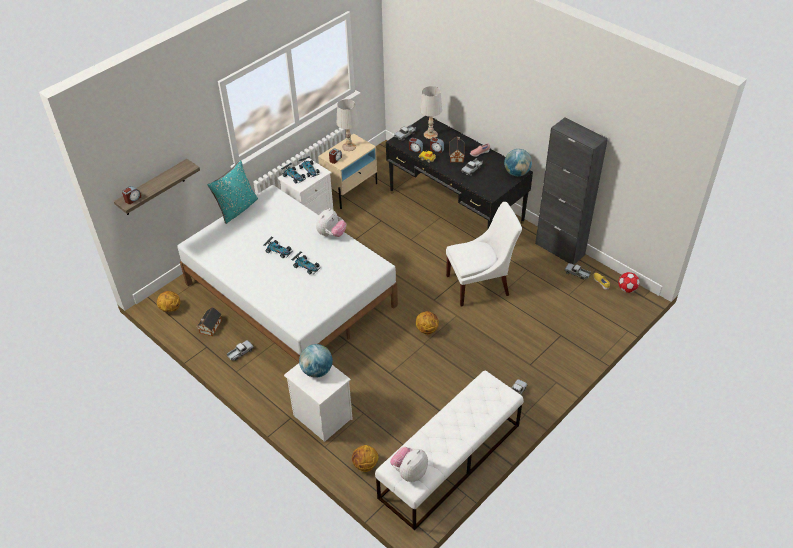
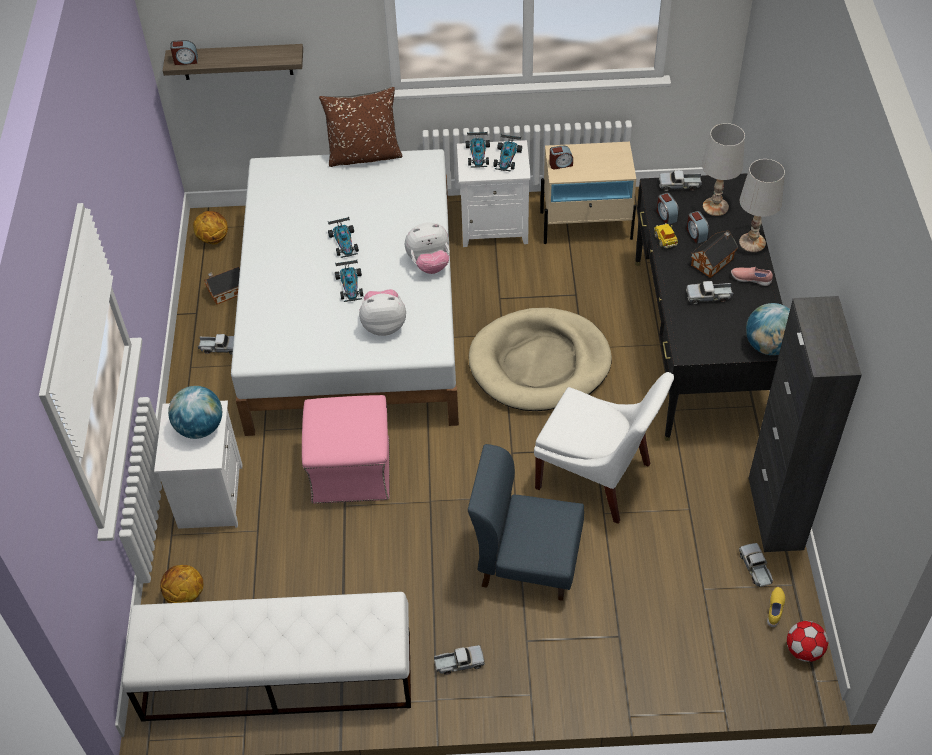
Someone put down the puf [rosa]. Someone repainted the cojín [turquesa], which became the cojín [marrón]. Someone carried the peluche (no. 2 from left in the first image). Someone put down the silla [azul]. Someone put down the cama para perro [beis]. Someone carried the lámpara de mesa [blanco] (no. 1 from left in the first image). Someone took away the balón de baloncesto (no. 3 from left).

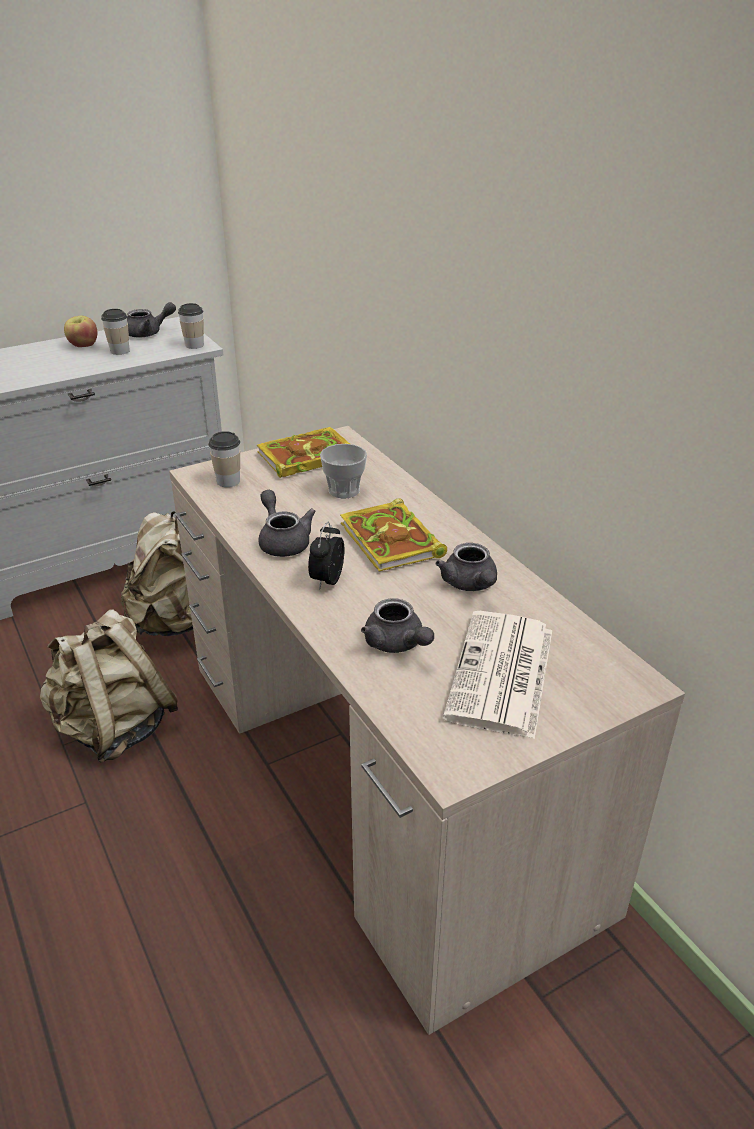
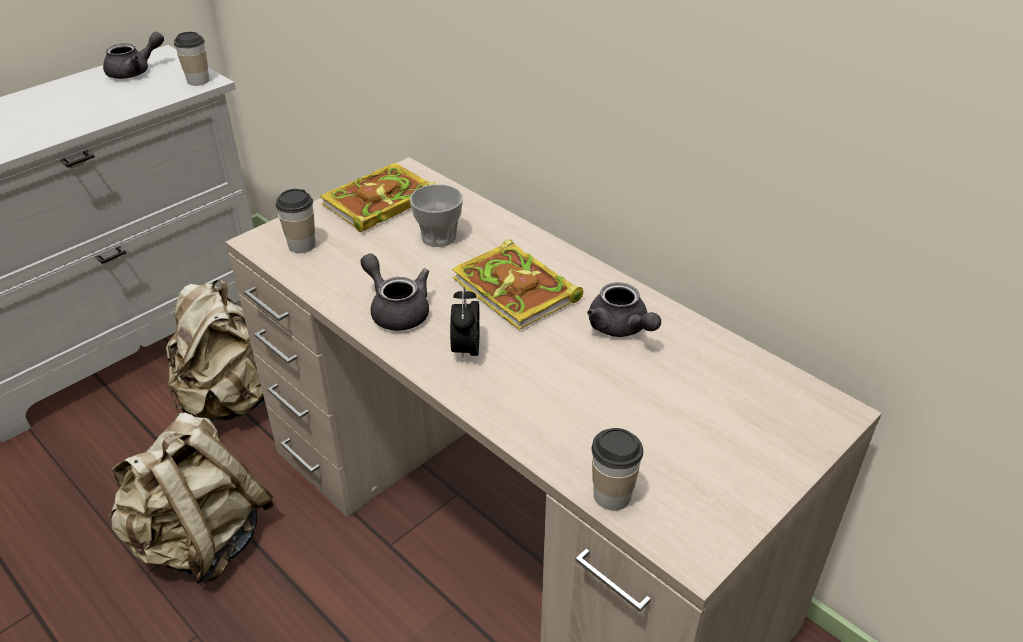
Someone carried the taza (no. 1 from left in the first image). Someone took away the manzana. Someone took away the tetera [gris] (no. 3 from left). Someone took away the periódico.

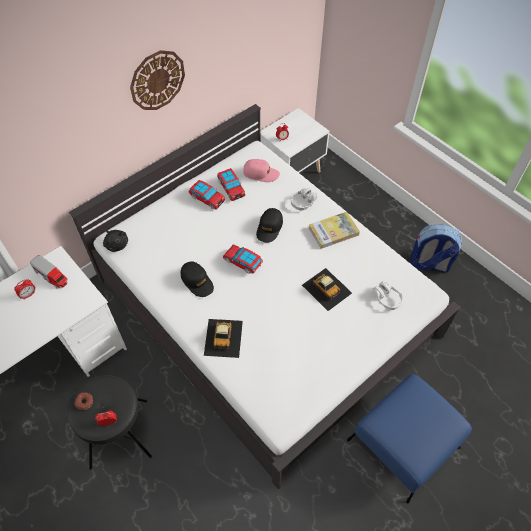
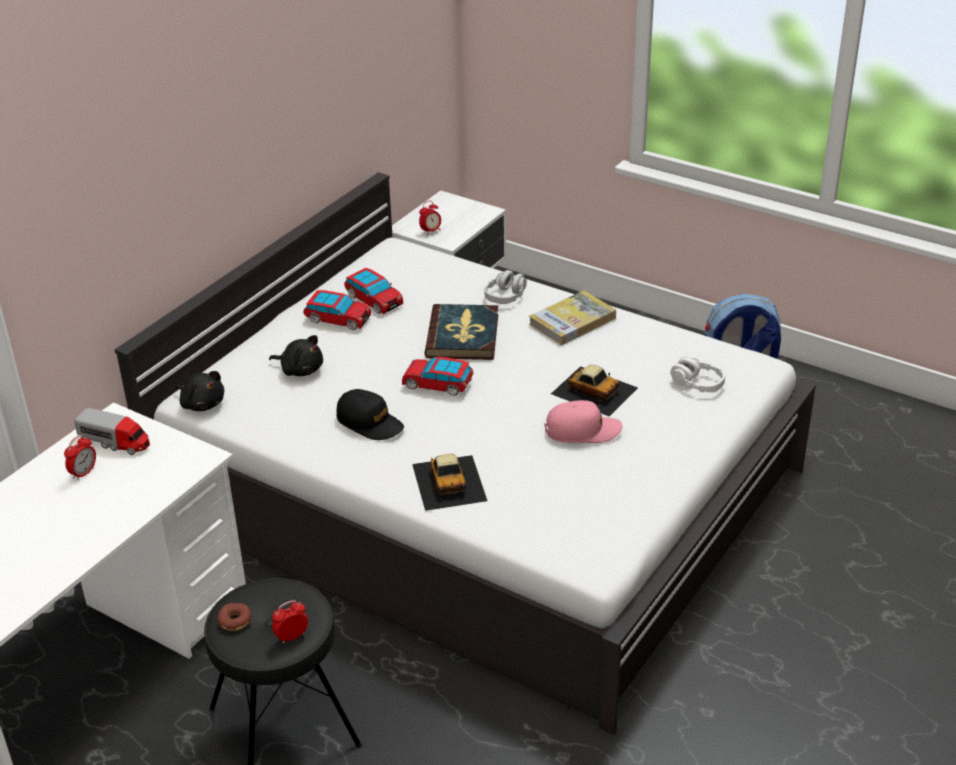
Someone put down the peluche [negro] (no. 2 from left). Someone swapped the gorra [negro] (no. 2 from left) for the libro (no. 1 from left). Someone carried the gorra [rosa]. Someone took away the reloj de pared. Someone took away the puf [azul].

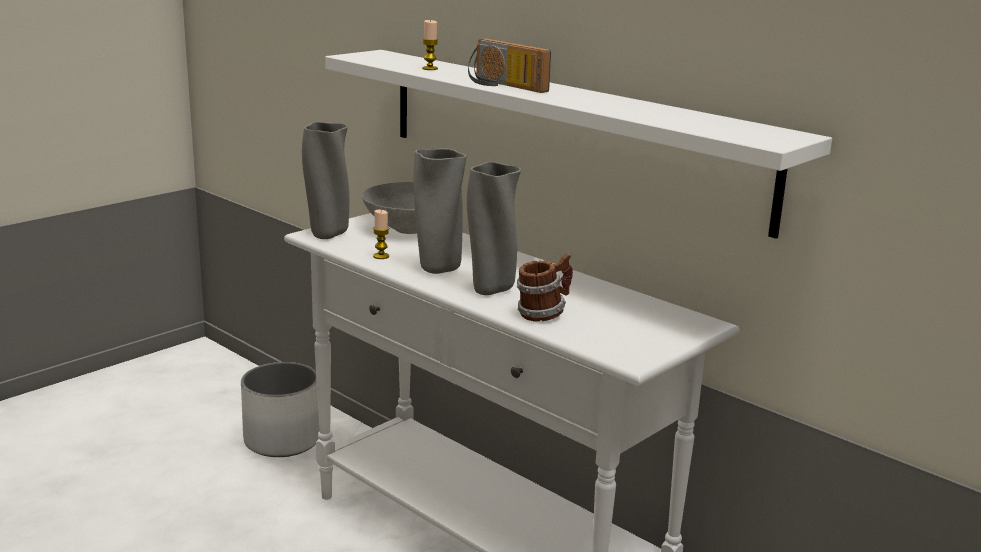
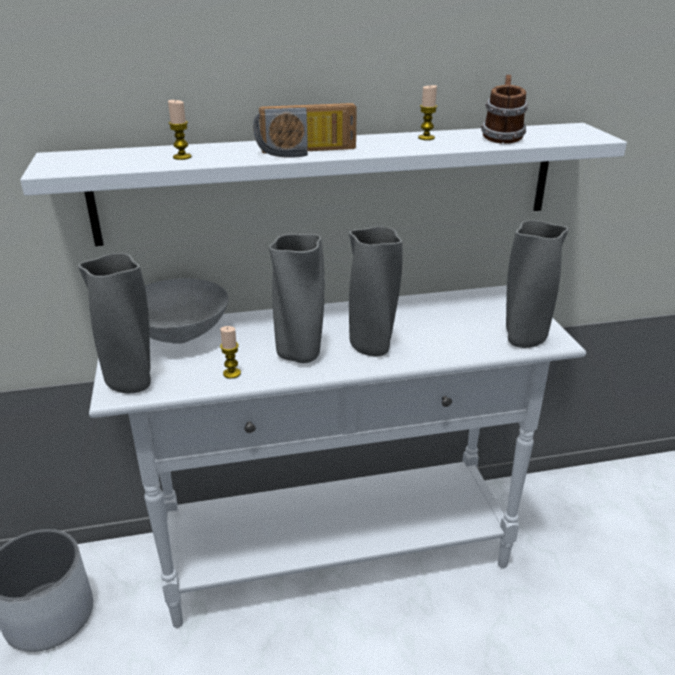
Someone put down the vela (no. 3 from left). Someone carried the taza grande. Someone put down the florero [gris] (no. 4 from left).

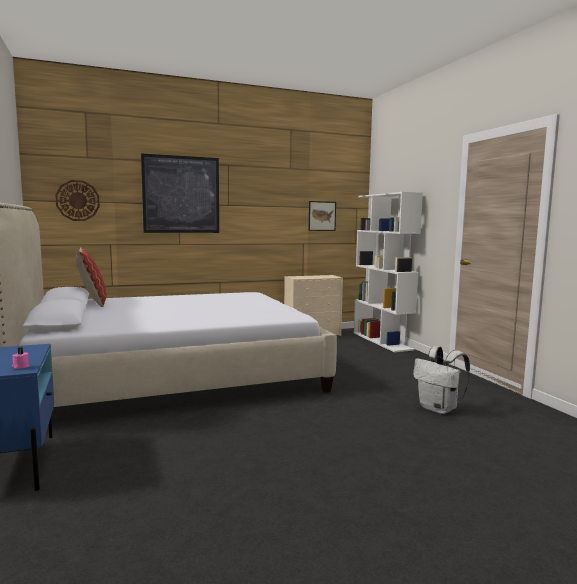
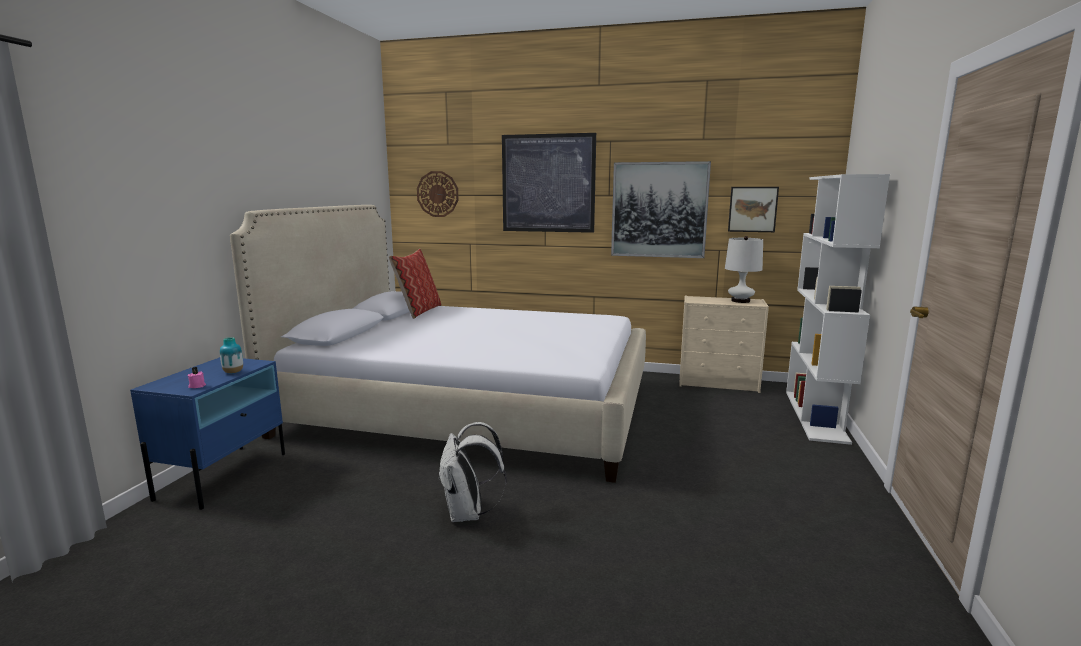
Someone put down the florero. Someone carried the mochila [blanco]. Someone put up the cuadro (no. 2 from left). Someone put down the lámpara de mesa [blanco].

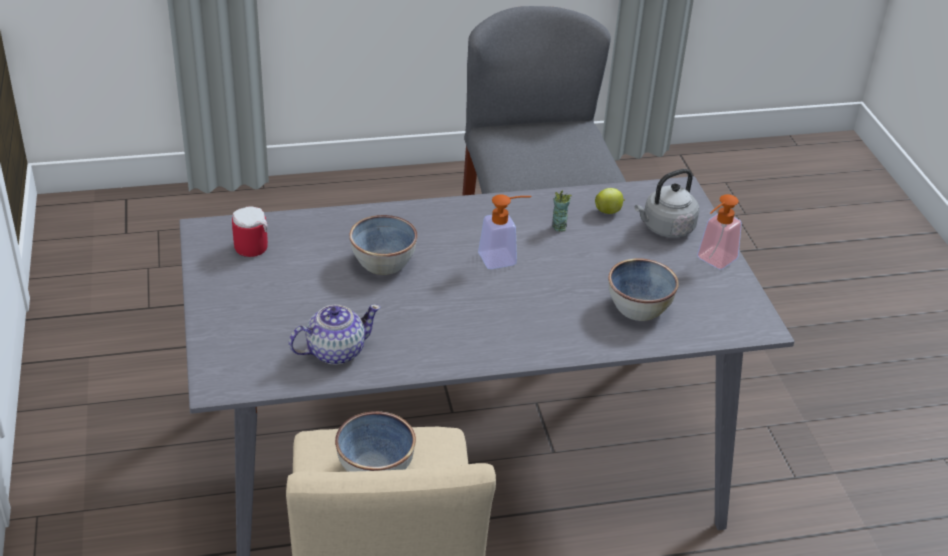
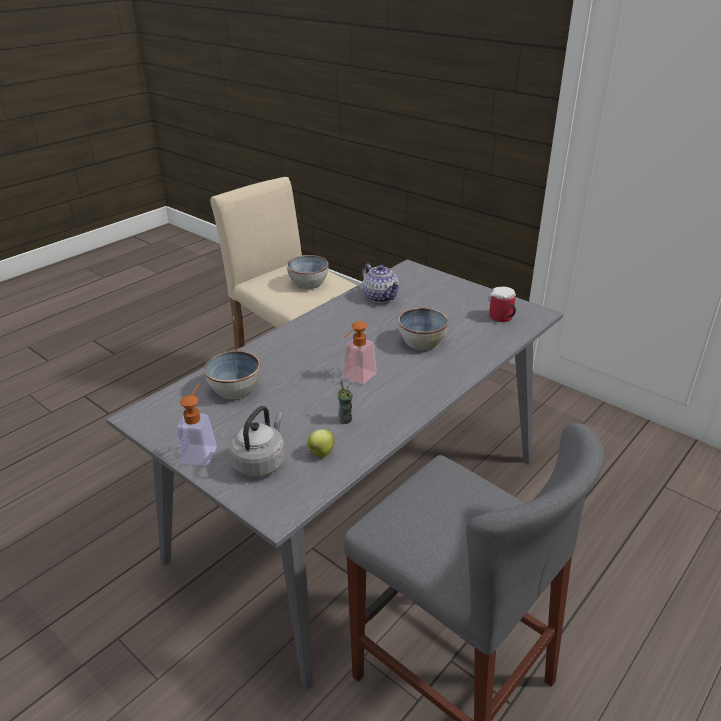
Someone rotated the tetera by 60 degrees counterclockwise.

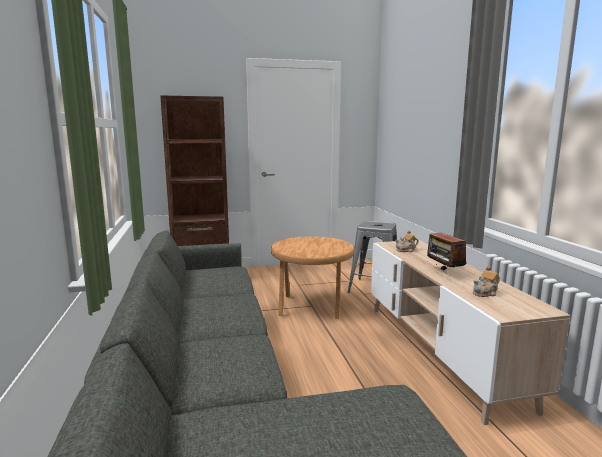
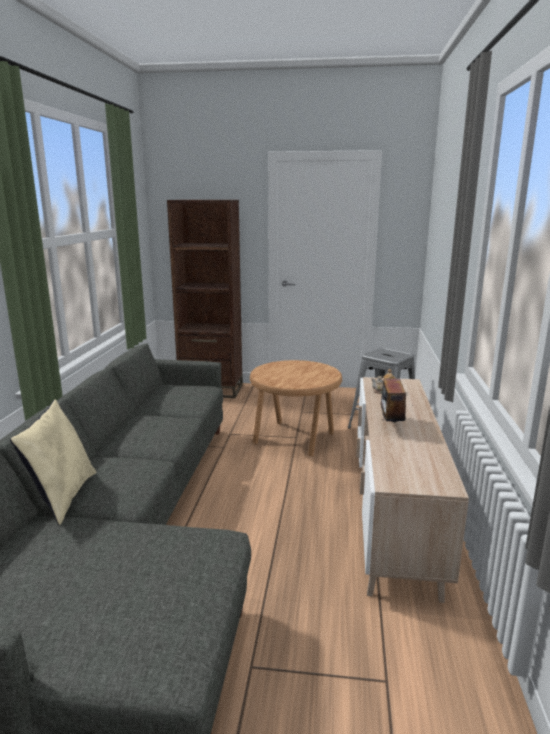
Someone put down the cojín [beis]. Someone took away the tetera (no. 2 from left).

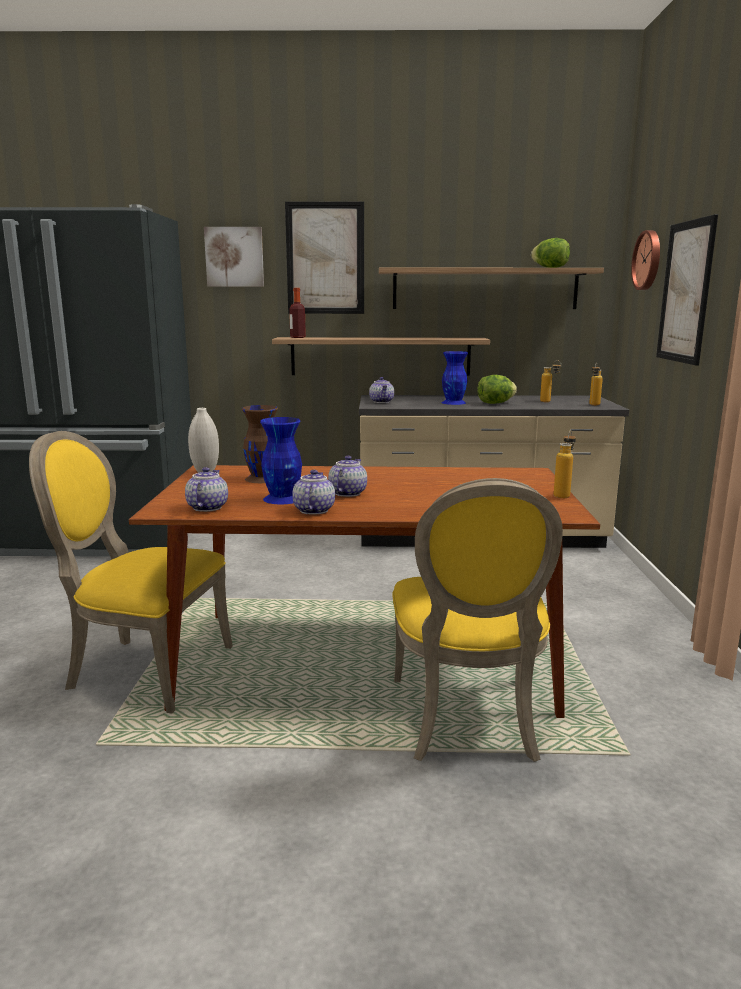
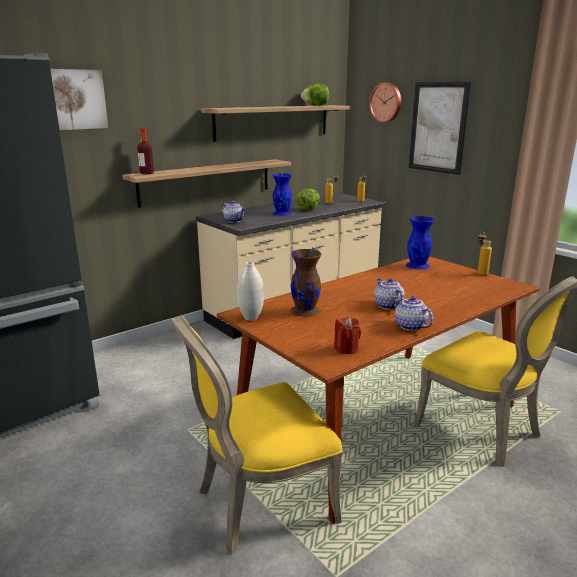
Someone swapped the tetera (no. 1 from left) for the vela [rojo]. Someone carried the florero [azul] (no. 1 from left in the first image). Someone took away the cuadro (no. 2 from left).

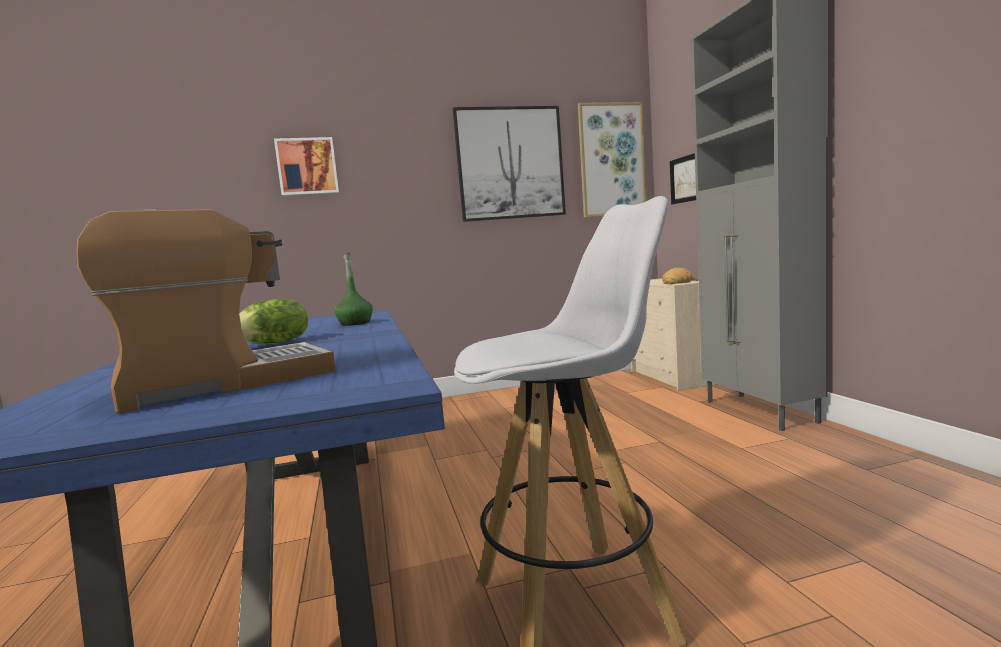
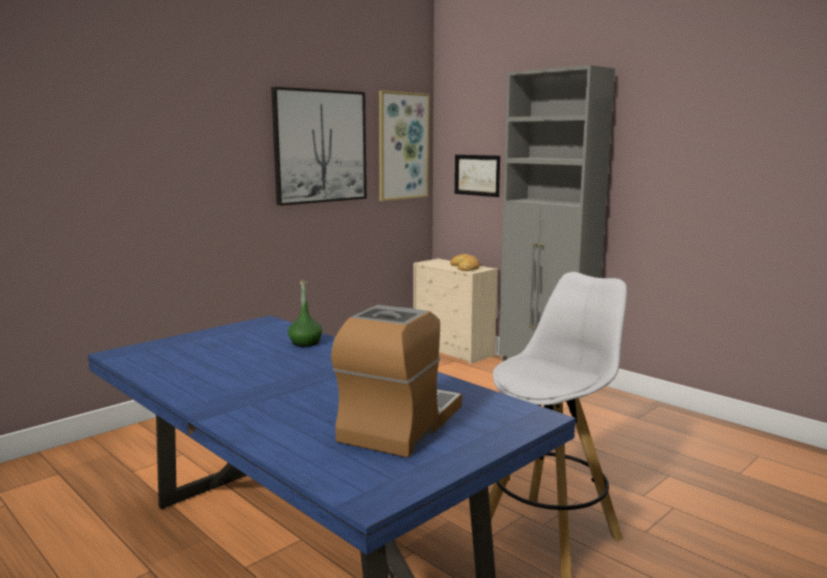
Someone took away the lechuga. Someone took away the cuadro (no. 1 from left).

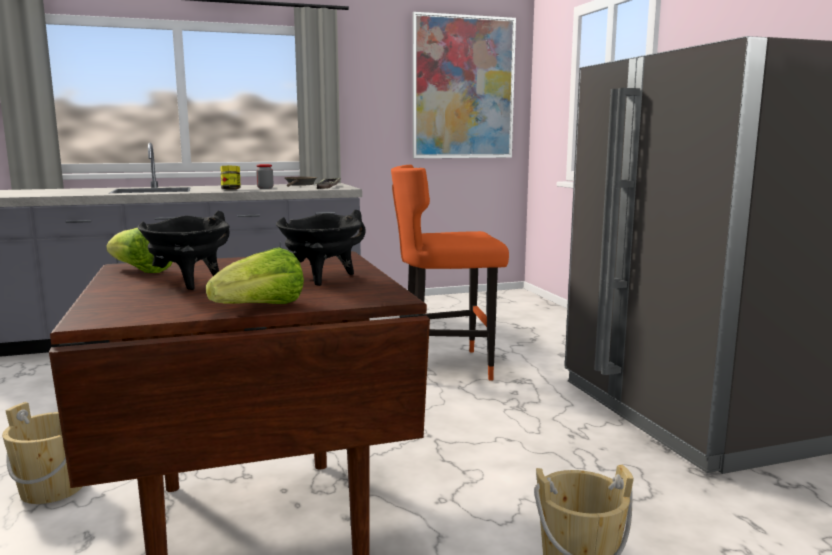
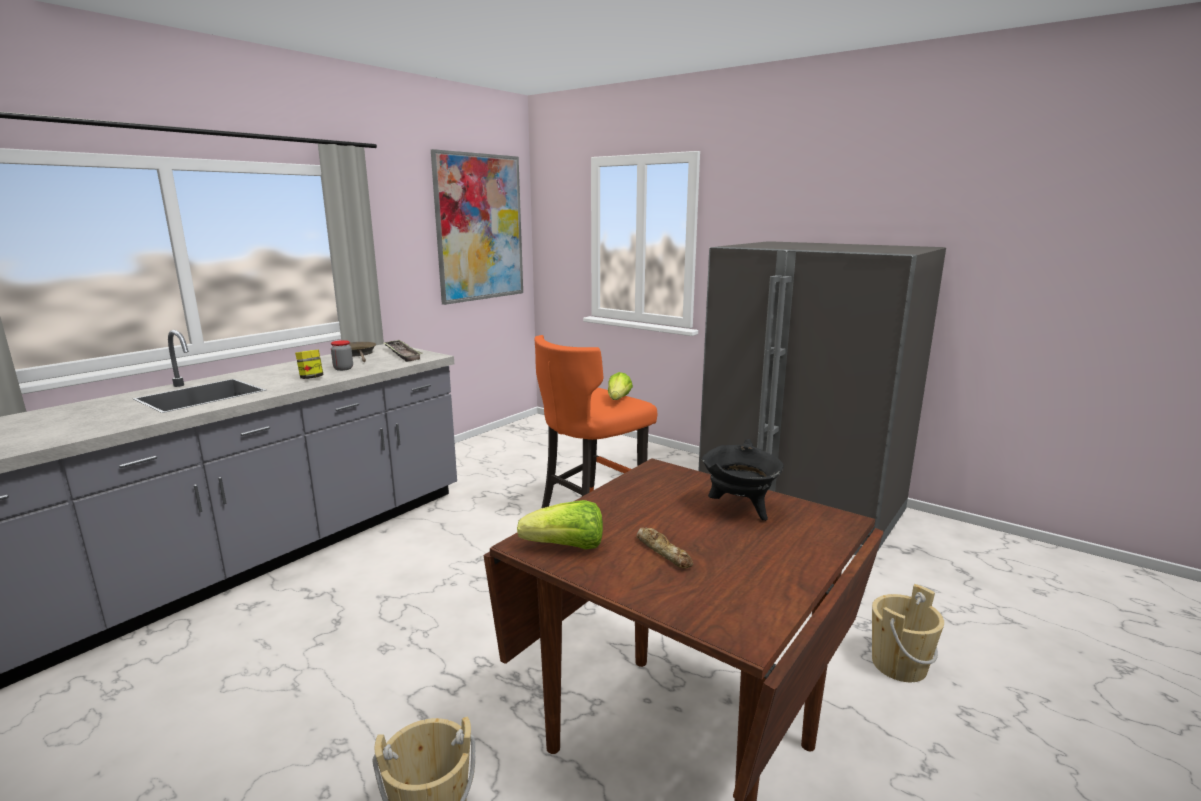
Someone carried the lechuga (no. 2 from left). Someone swapped the olla [negro] (no. 1 from left) for the pan.

